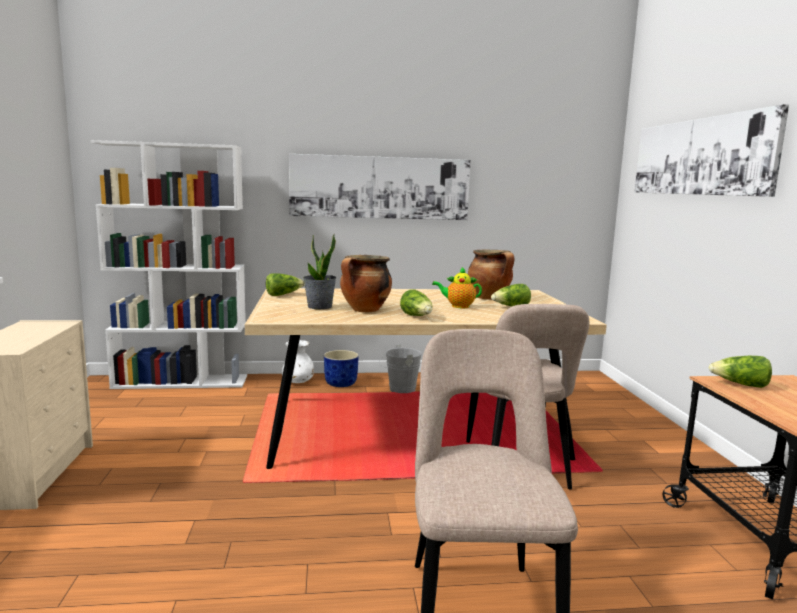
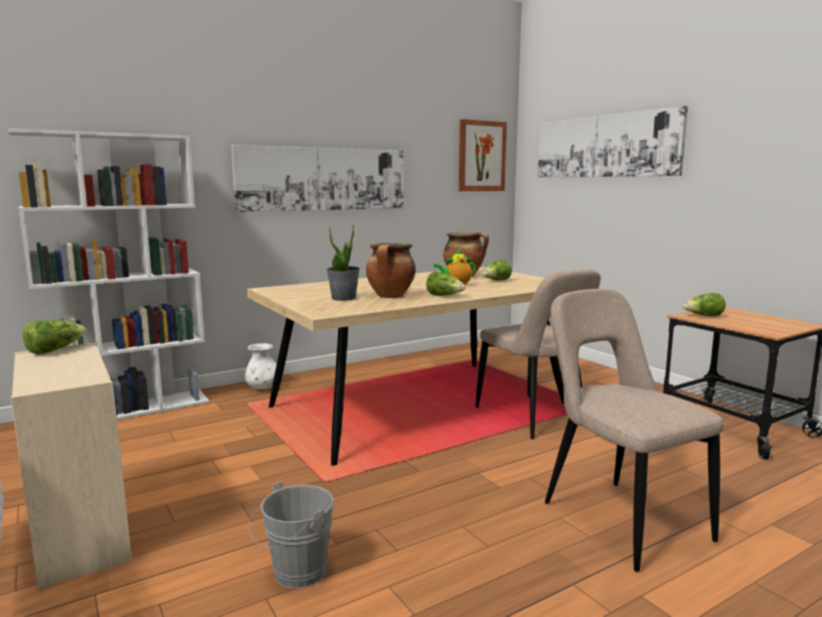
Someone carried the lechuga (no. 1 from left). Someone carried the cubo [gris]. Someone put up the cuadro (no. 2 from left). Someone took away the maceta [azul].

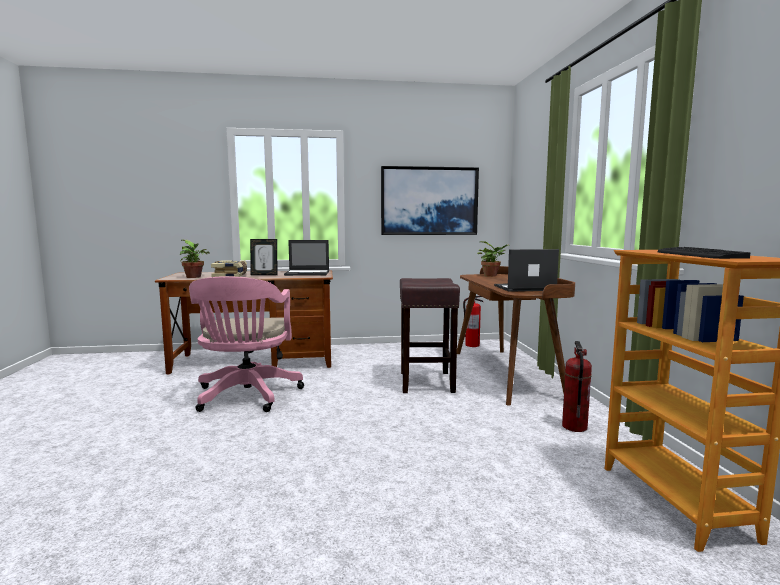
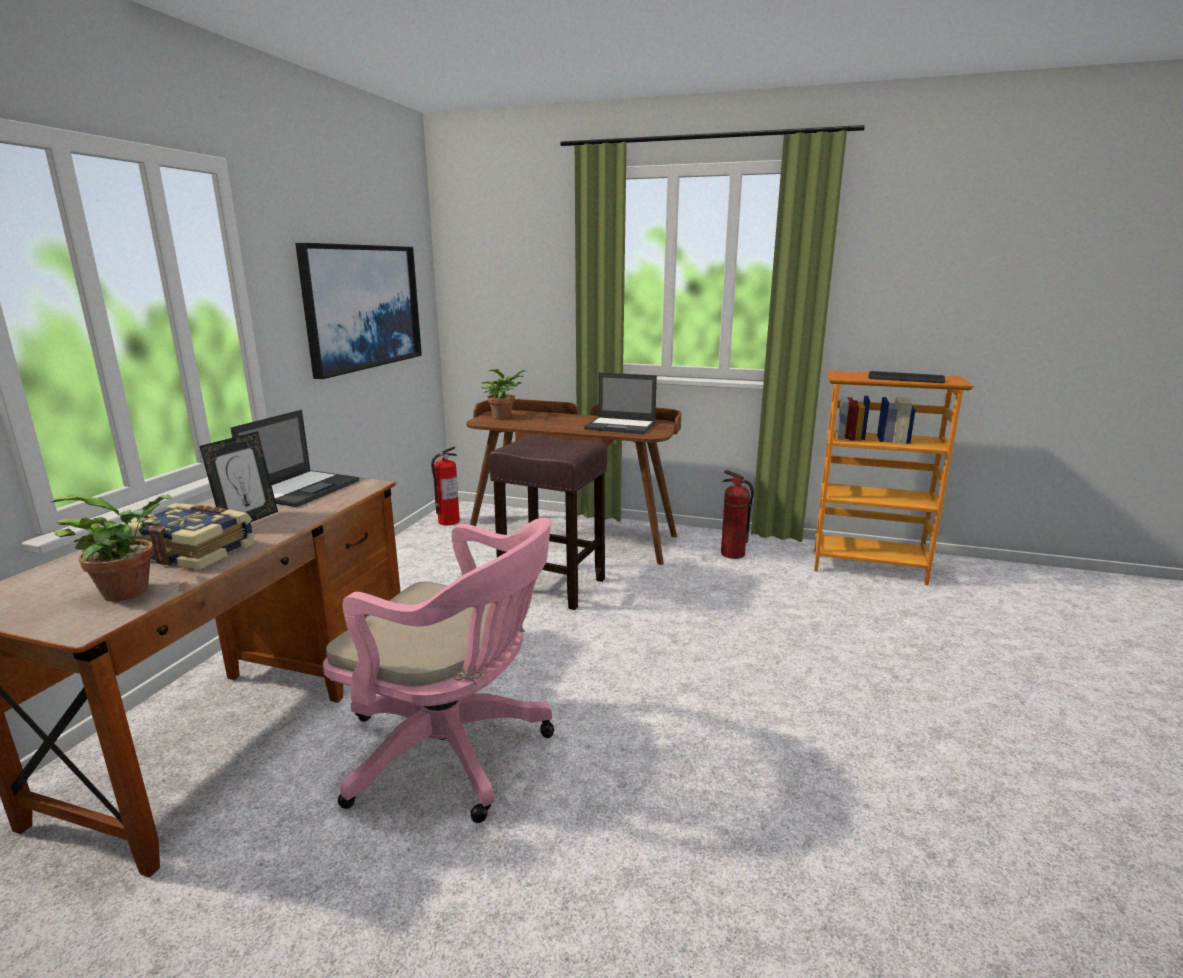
Someone rotated the portátil (no. 2 from left) by 90 degrees counterclockwise.

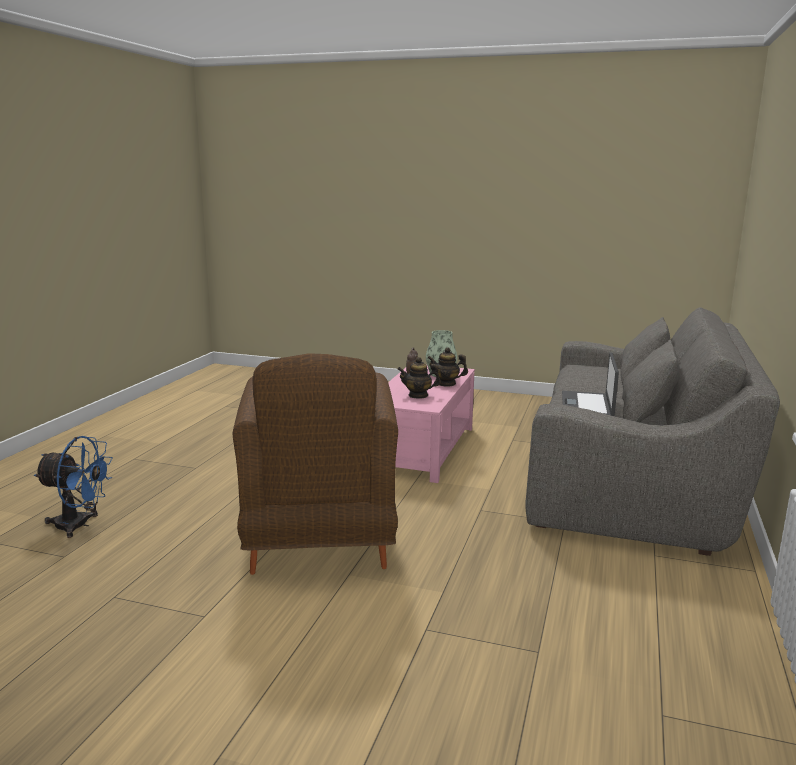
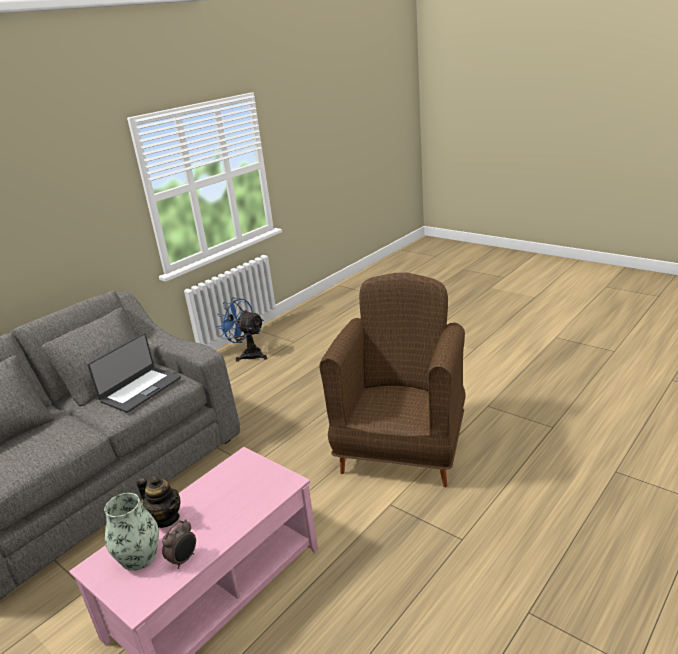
Someone carried the ventilador [azul]. Someone took away the tetera (no. 1 from left).

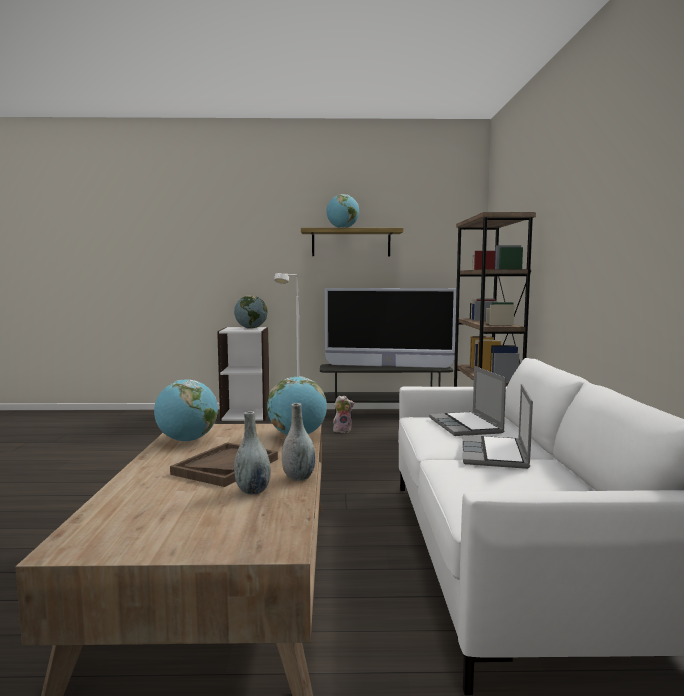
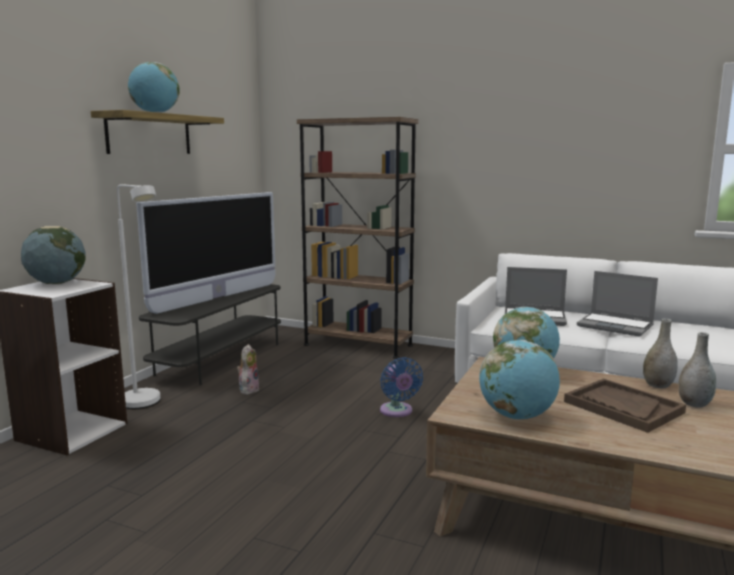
Someone put down the ventilador [azul].

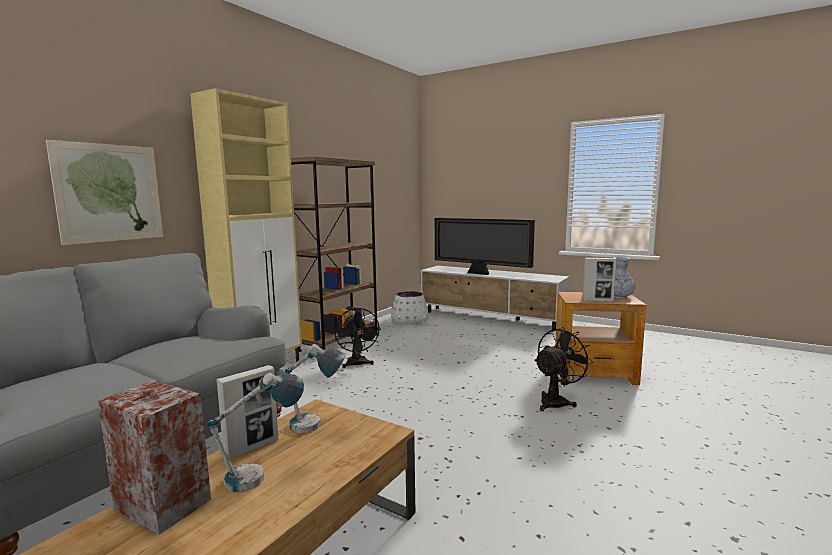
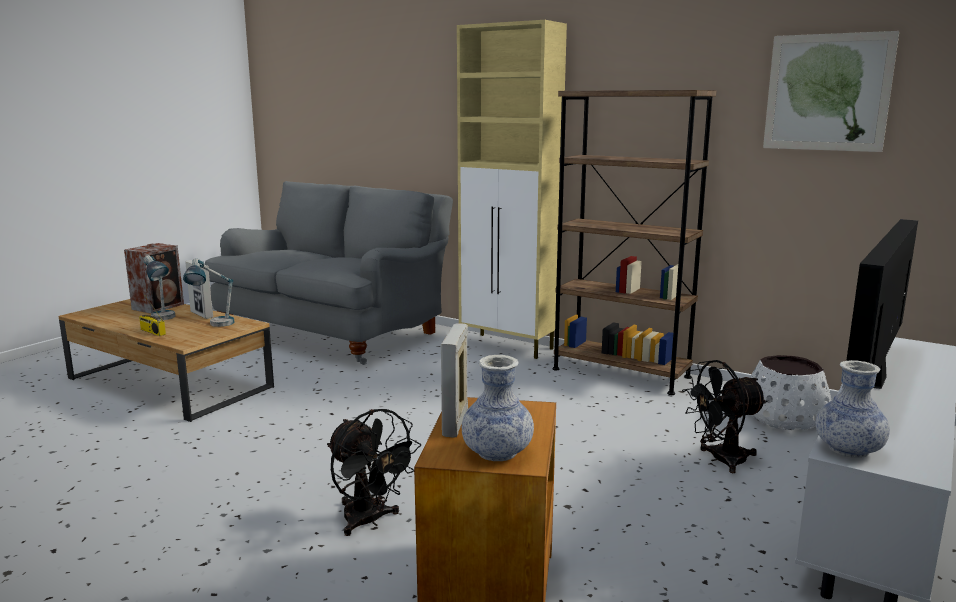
Someone put down the radio. Someone carried the ventilador [negro] (no. 1 from left in the first image). Someone carried the cuadro. Someone put down the florero (no. 2 from left).

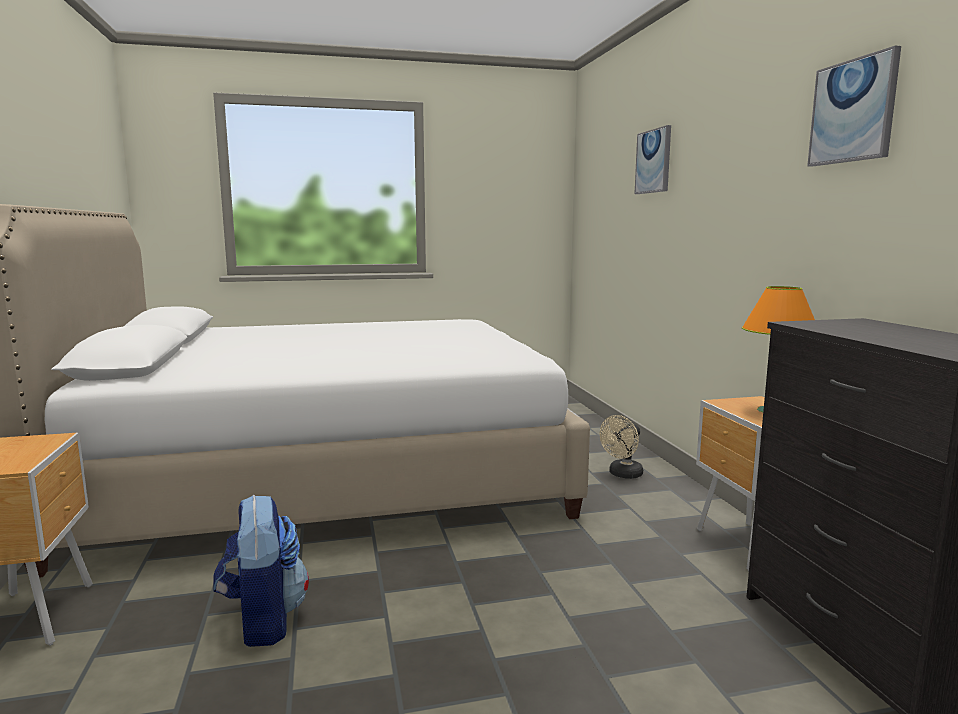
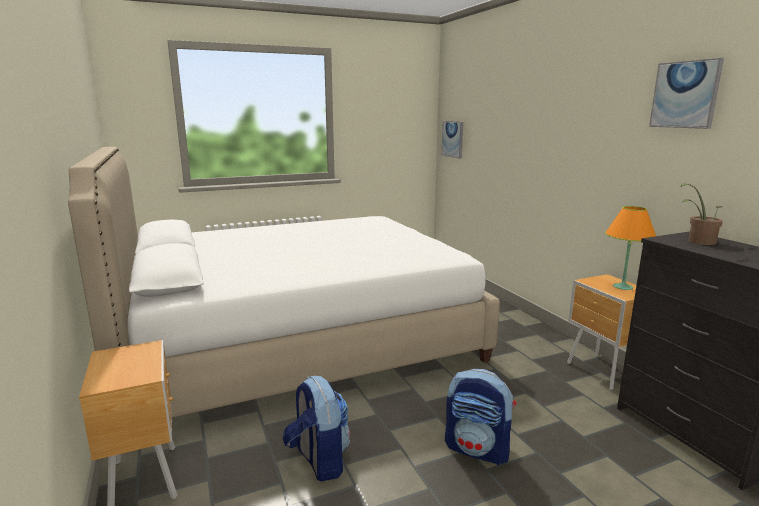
Someone carried the cuadro (no. 1 from left). Someone put down the mochila (no. 2 from left). Someone put down the planta en maceta. Someone took away the ventilador [beis].

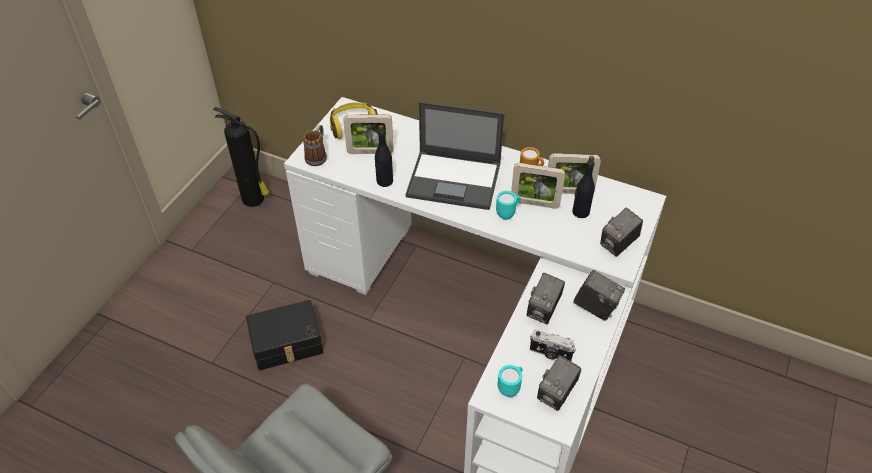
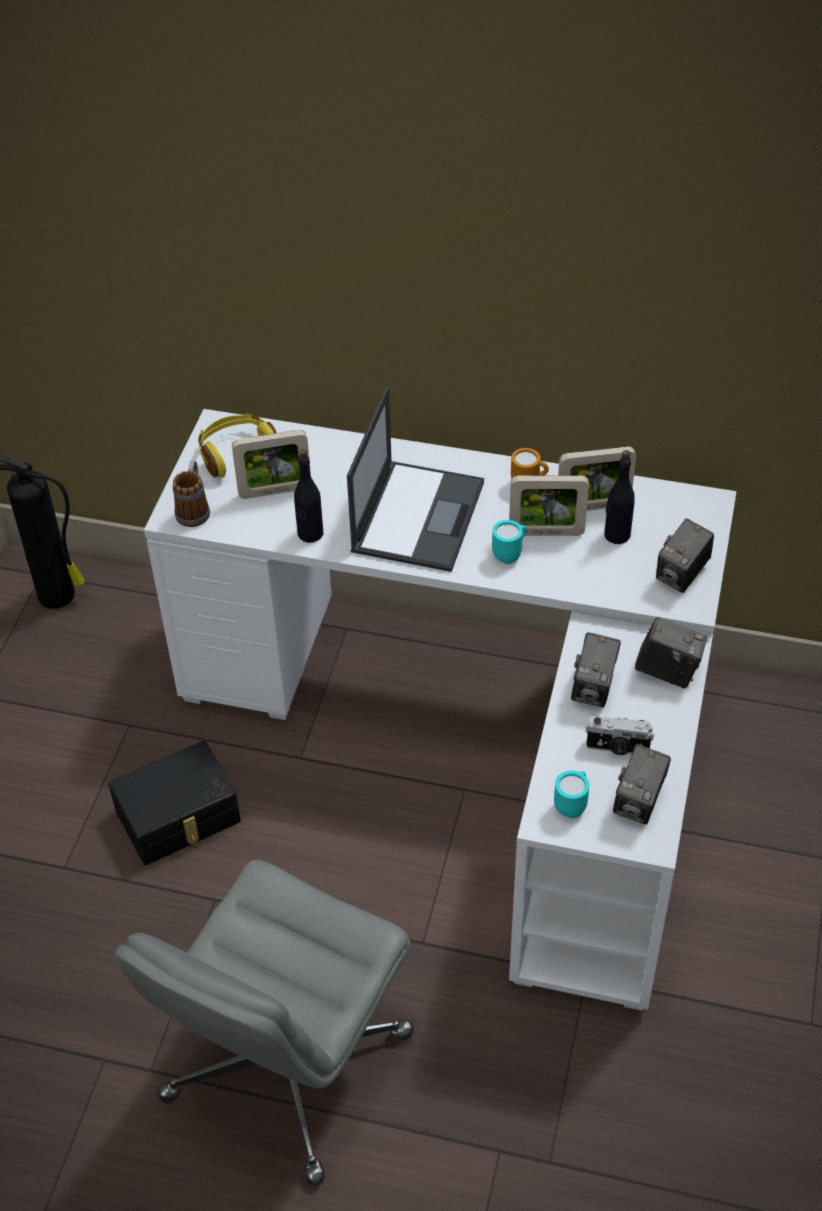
Someone rotated the portátil by 75 degrees counterclockwise.

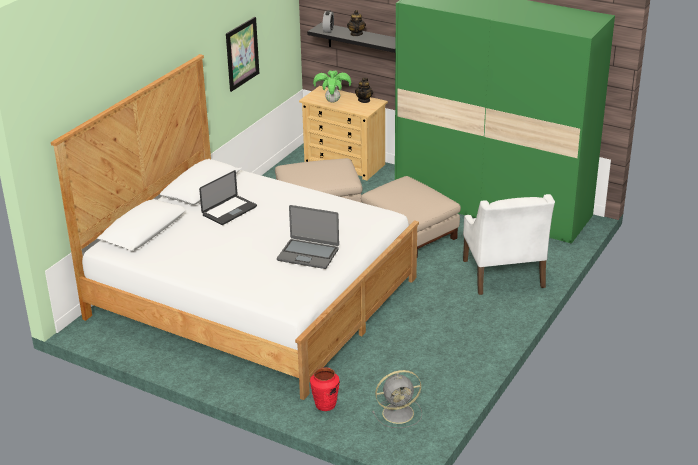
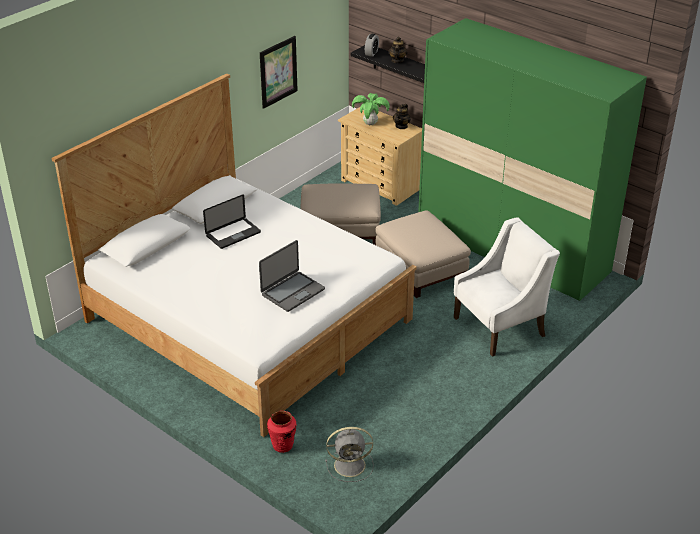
Someone rotated the portátil (no. 2 from left) by 75 degrees counterclockwise. Someone rotated the sillón [blanco] by 120 degrees counterclockwise.

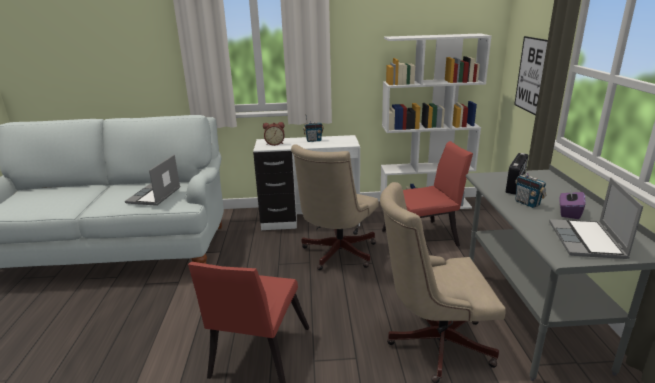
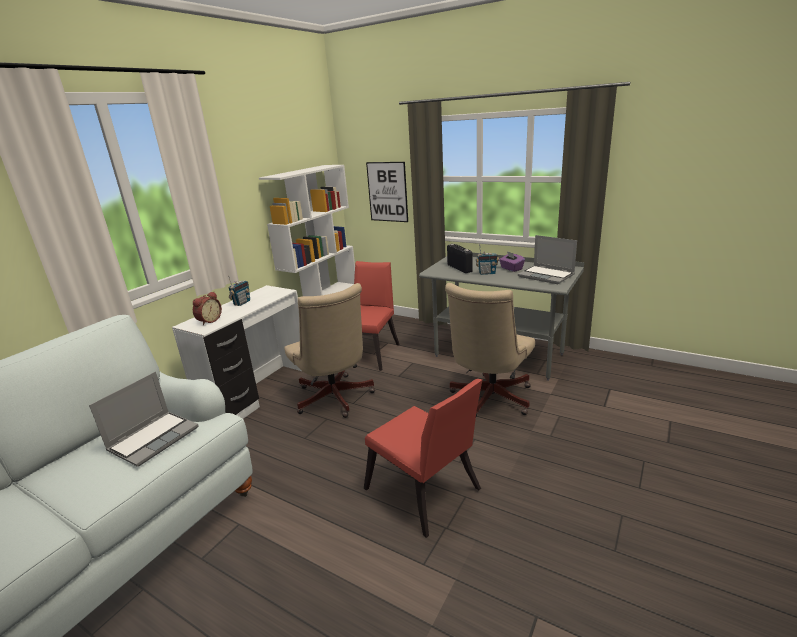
Someone rotated the portátil (no. 1 from left) by 105 degrees counterclockwise.

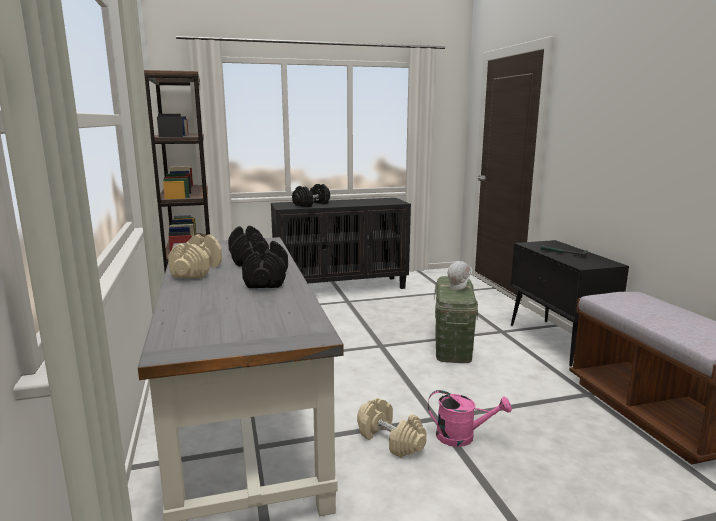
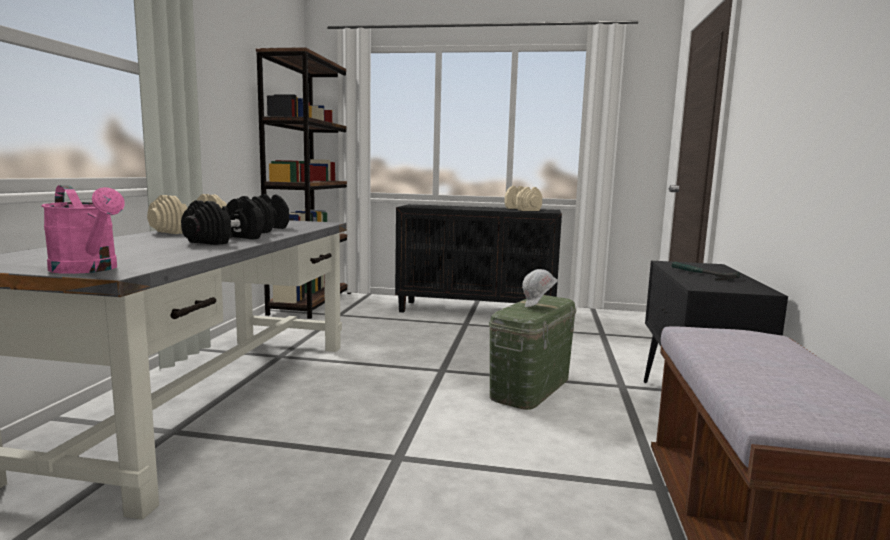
Someone carried the regadera [rosa]. Someone carried the mancuerna [beis] (no. 2 from left). Someone took away the mancuerna [negro] (no. 3 from left).

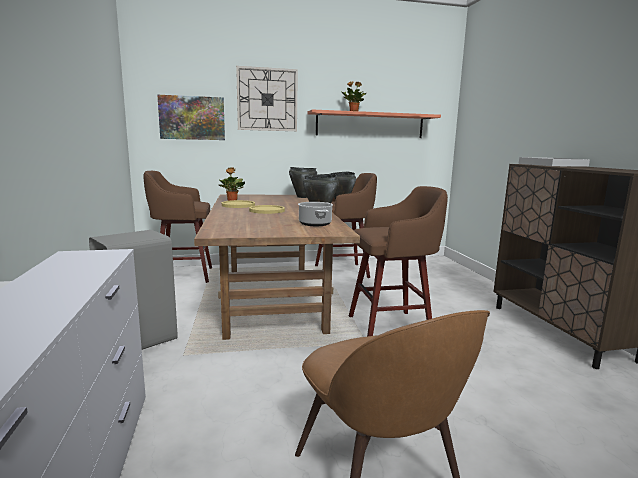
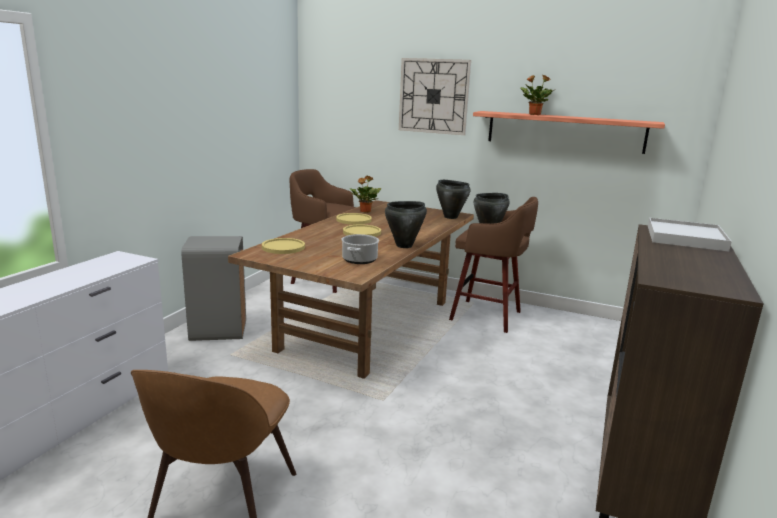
Someone put down the plato [amarillo] (no. 1 from left). Someone took away the cuadro. Someone took away the taburete [marrón] (no. 3 from left).

